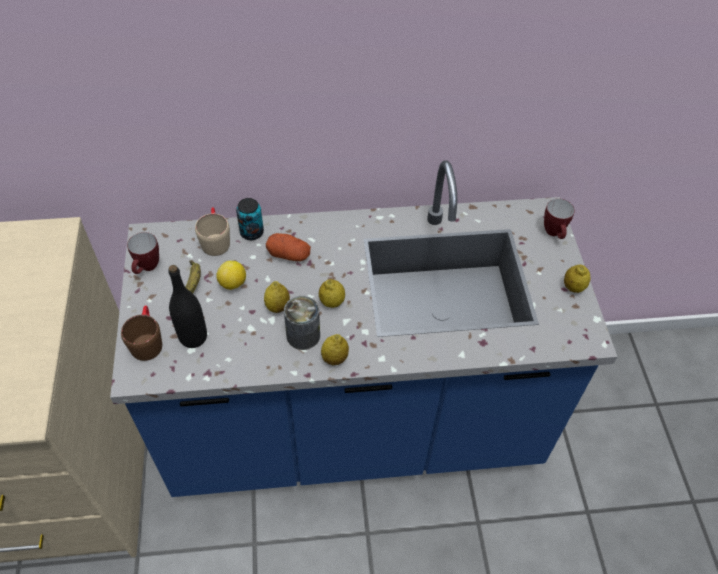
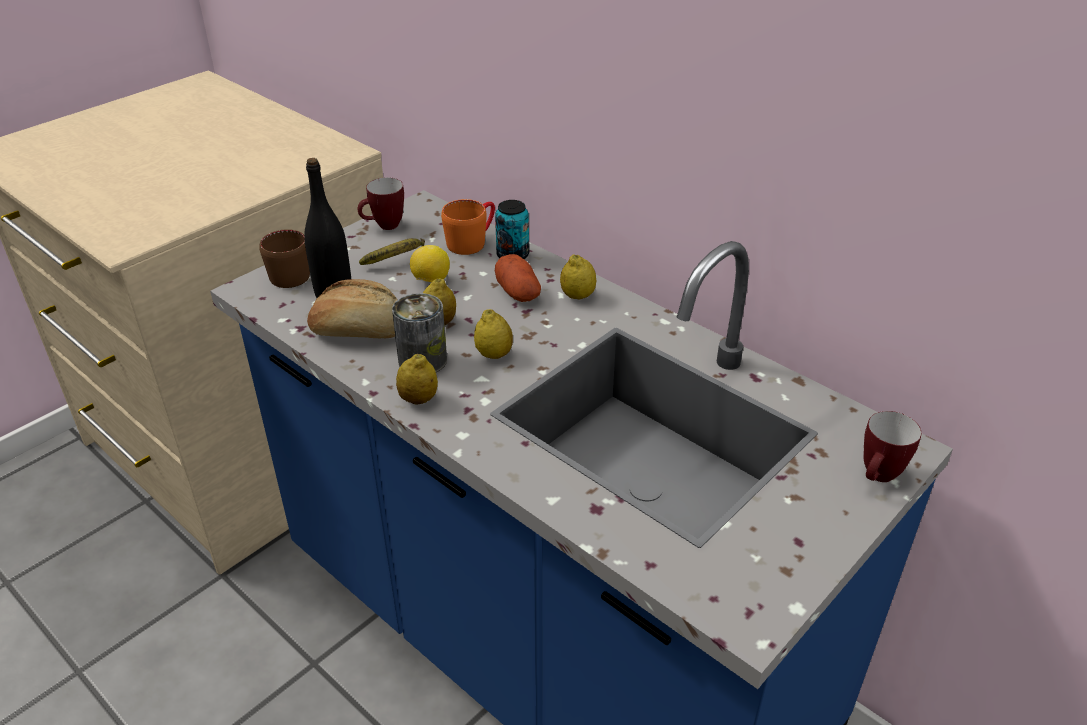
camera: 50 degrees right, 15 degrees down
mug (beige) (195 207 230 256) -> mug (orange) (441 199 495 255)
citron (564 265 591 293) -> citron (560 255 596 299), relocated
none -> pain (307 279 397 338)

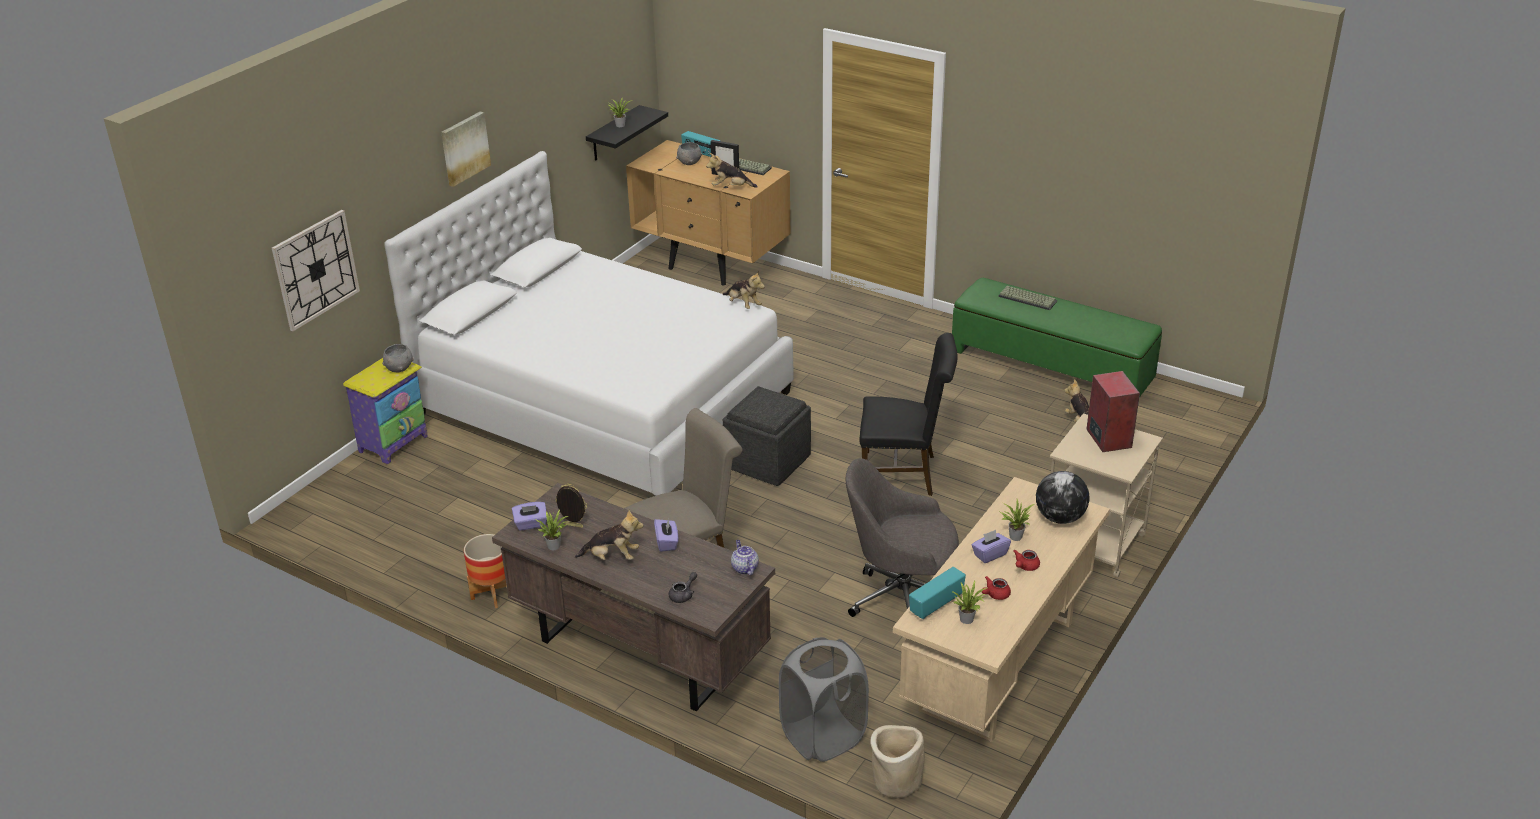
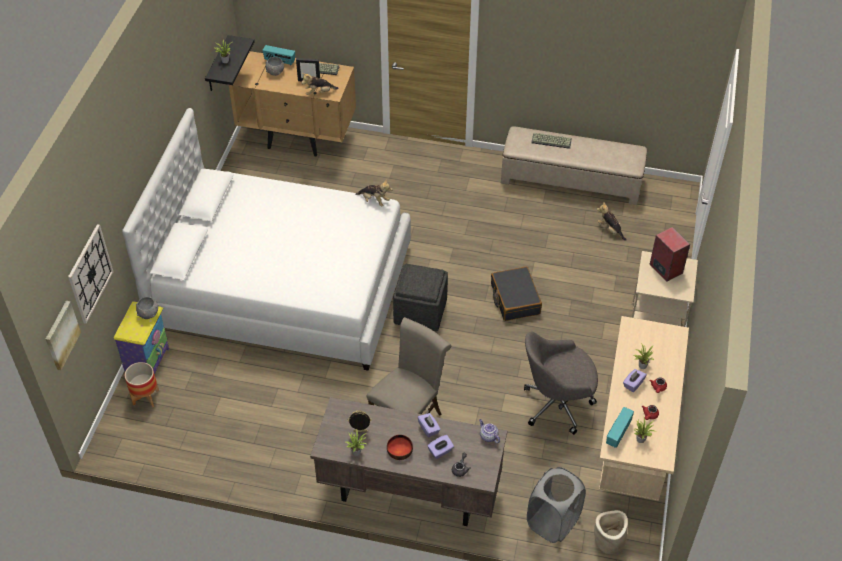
camera: 20 degrees left, 15 degrees up
tableau (441 111 491 187) -> tableau (46 301 81 370), relocated
banc (vert) (952 278 1162 398) -> banc (beige) (501 126 647 205)
chaise (noir) (859 333 957 496) -> valise (noir) (491 267 542 321)
globe (1036 471 1089 524) -> none
boîte à mouchoirs (violet) (512 502 547 531) -> boîte à mouchoirs (violet) (427 435 454 459), relocated
peluche (575 510 644 560) -> bol (387 435 413 460)
cache-pot (464 534 507 608) -> cache-pot (125 362 159 407), relocated

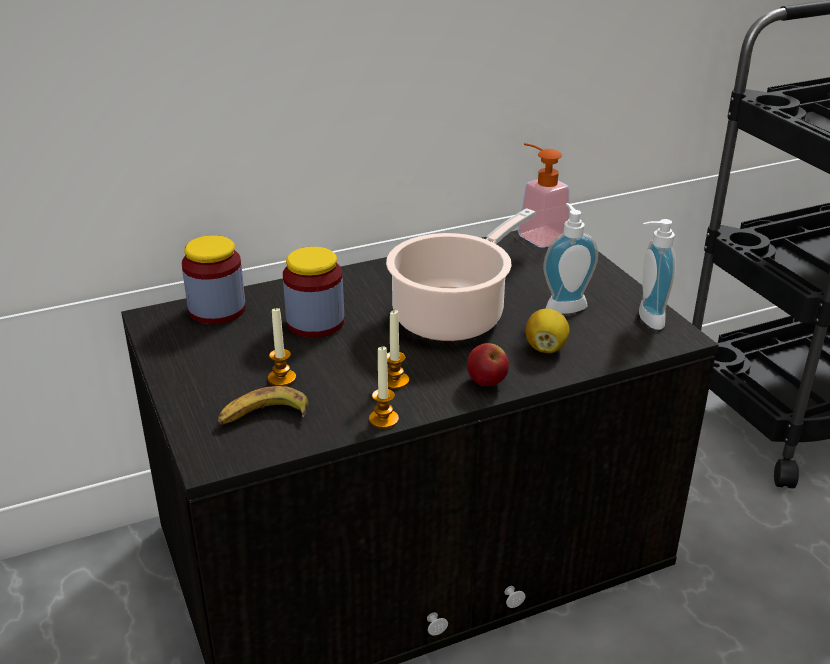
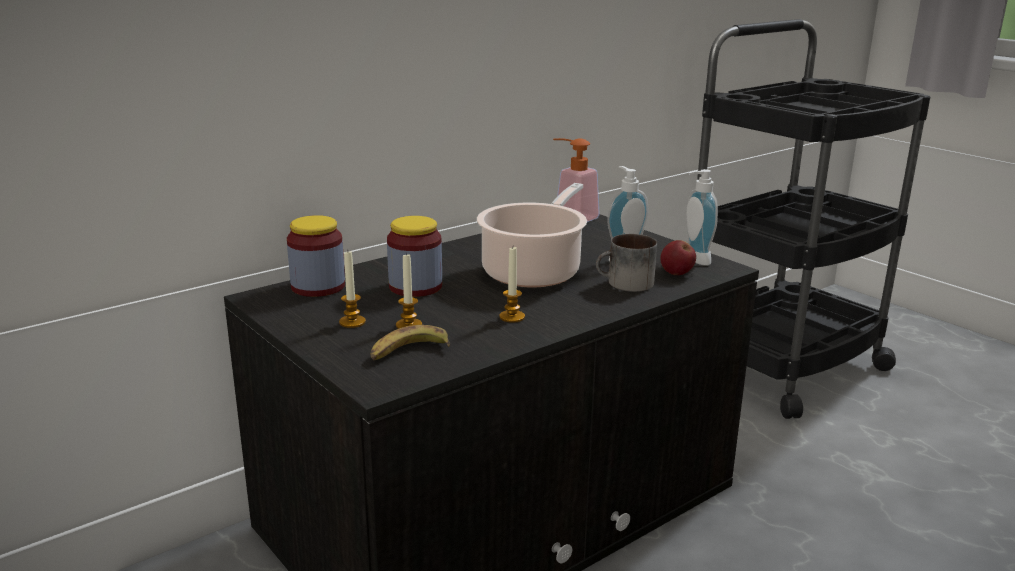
camera: 15 degrees left, 10 degrees down
citron (526 308 570 353) -> mug (596 234 657 292)
pomme (467 343 509 386) -> pomme (660 240 696 275), relocated
bougie (369 347 399 429) -> bougie (339 251 366 328), relocated

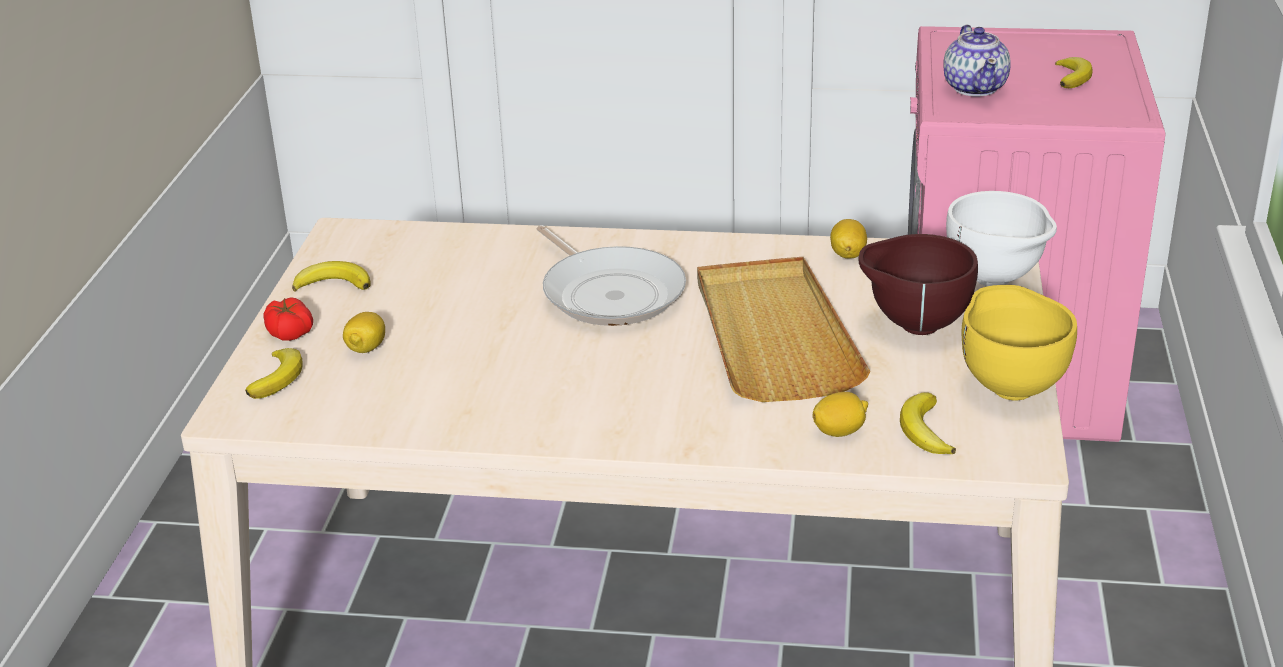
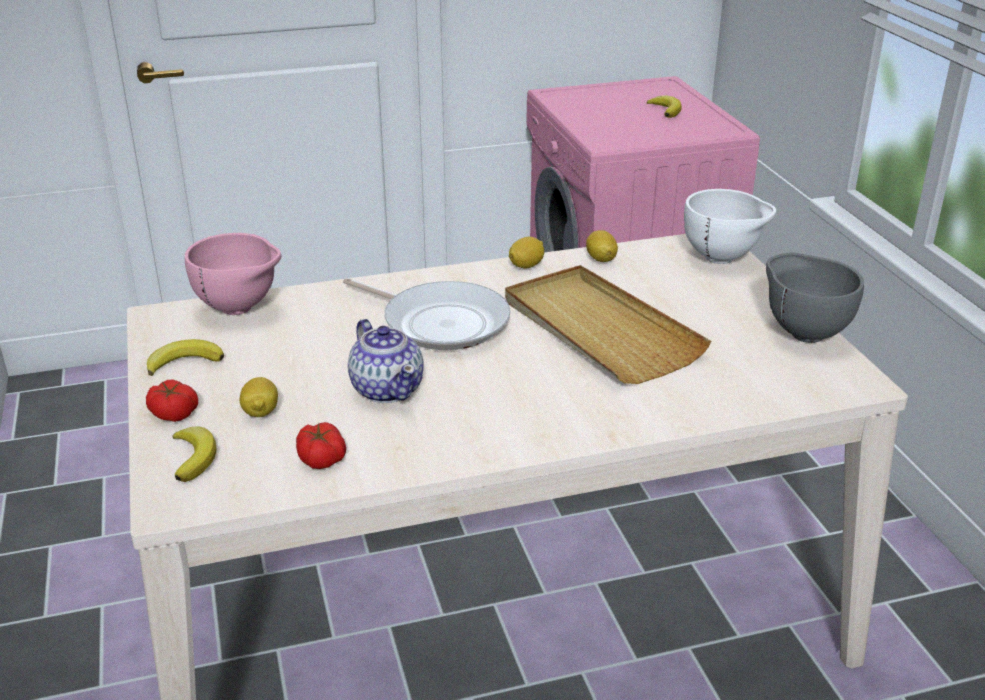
camera: 25 degrees left, 0 degrees up
théière (943 25 1011 96) -> théière (348 319 424 403), relocated
bol (marron) (859 234 978 335) -> none
bol (jaune) (962 285 1077 400) -> bol (gris) (766 253 864 343)
citron (812 392 868 437) -> citron (509 237 544 269), relocated
banane (900 393 956 454) -> none
none -> bol (rose) (185 233 281 315)
none -> tomate (296 422 346 469)

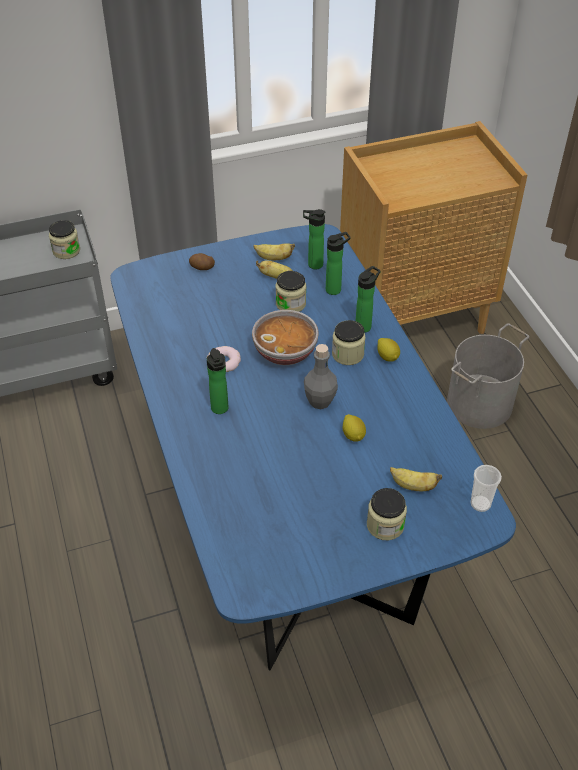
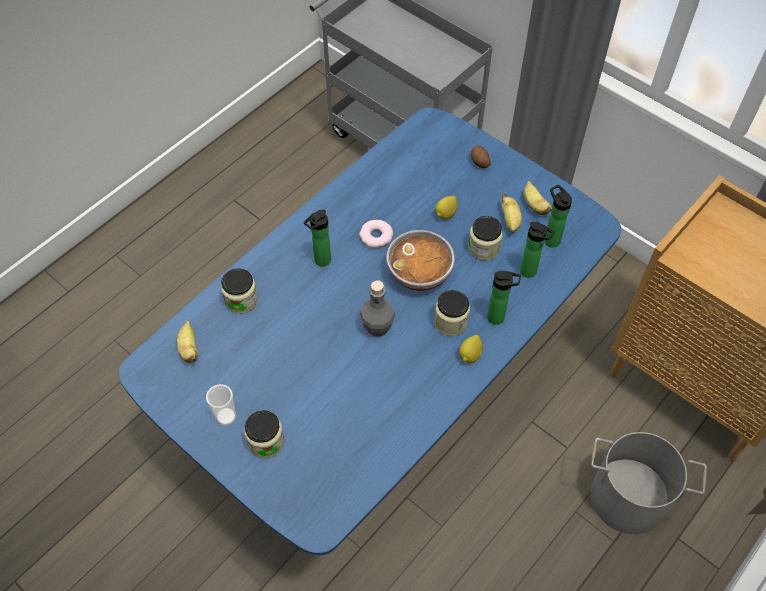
camera: 60 degrees right, 10 degrees up
bocal (49 220 80 259) -> bocal (221 269 258 314), relocated
citron (343 414 366 442) -> citron (435 196 458 220), relocated
tasse (470 465 502 512) -> tasse (206 384 236 425), relocated
banane (390 467 442 491) -> banane (177 321 198 363), relocated

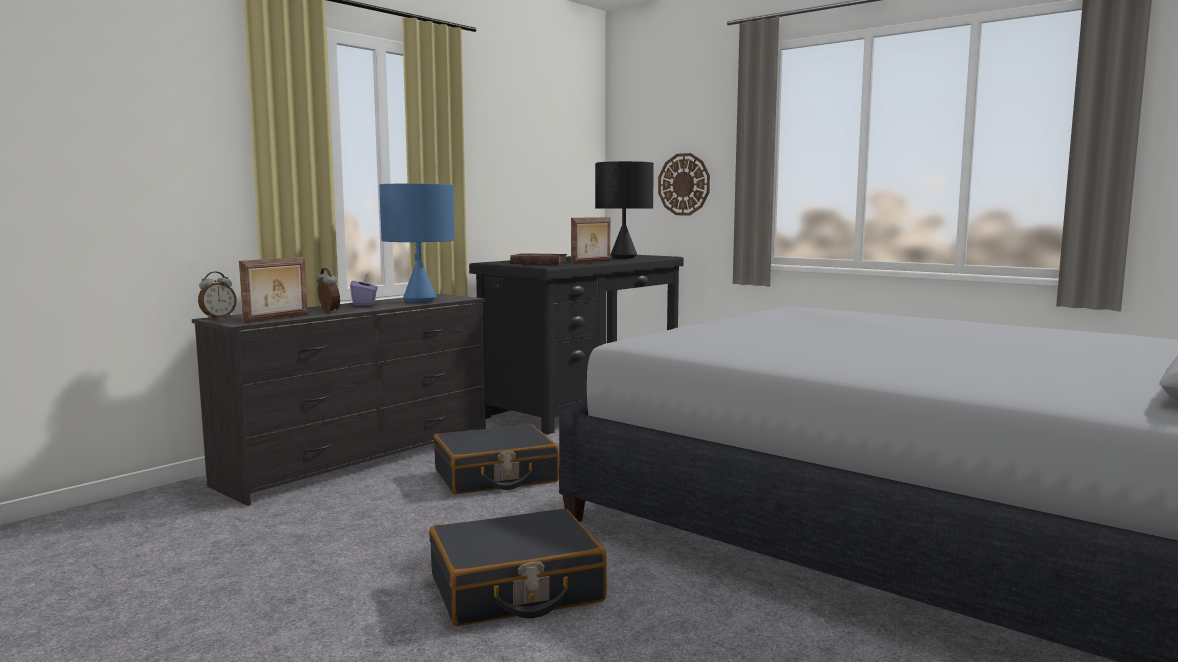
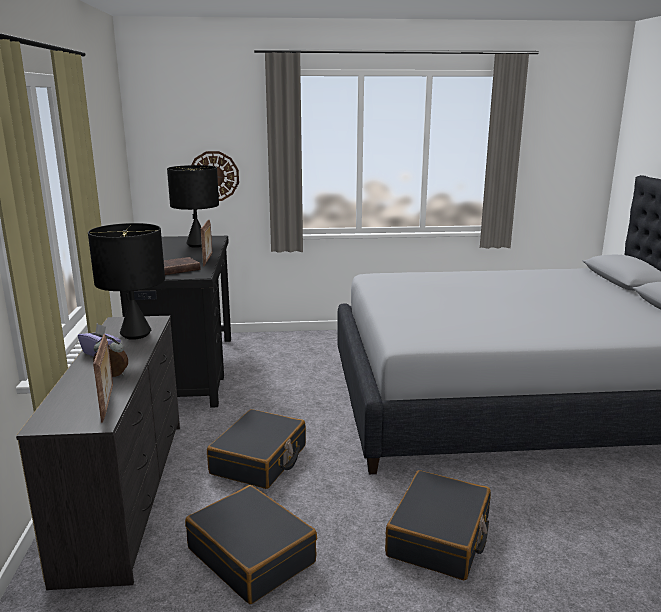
camera: 45 degrees left, 10 degrees up
lampe de table (bleu) (379 184 454 303) -> lampe de table (noir) (88 223 165 340)
réveil (198 272 237 319) -> none
none -> valise (noir) (185 485 317 604)

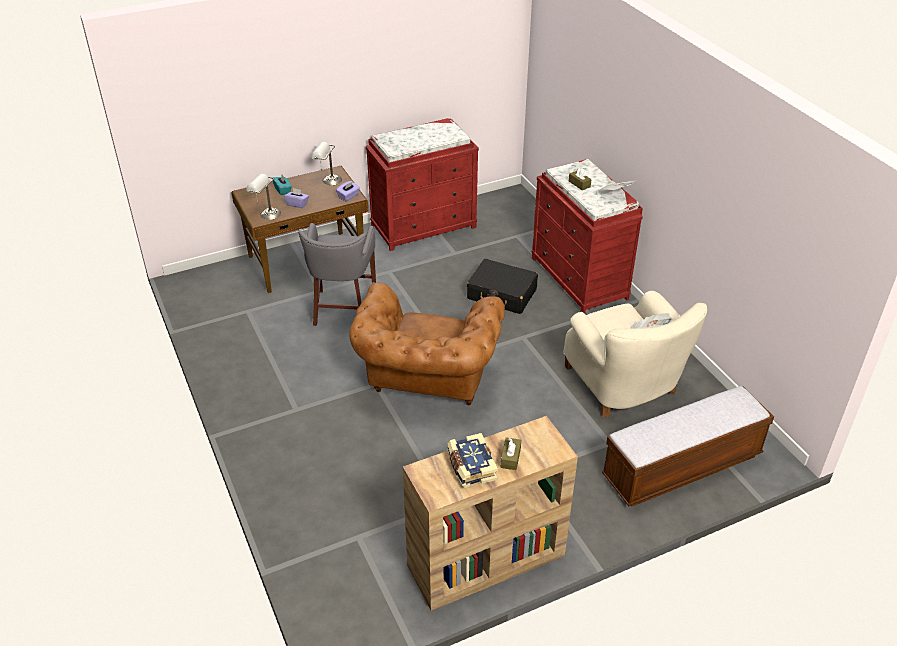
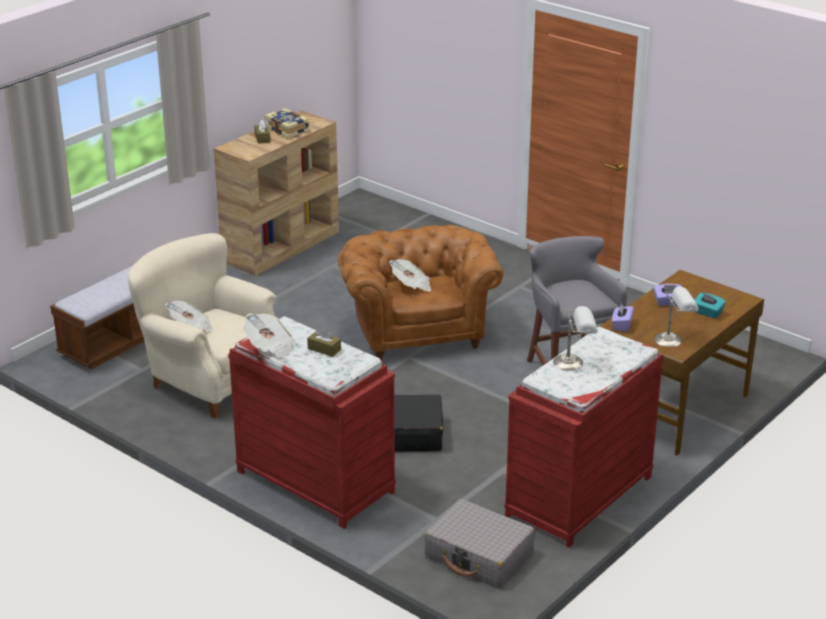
camera: 155 degrees right, 10 degrees down
lampe de table (blanc) (246 174 281 220) -> lampe de table (blanc) (553 306 598 370), relocated
none -> journal (389 259 431 292)
none -> valise (gris) (424 499 535 588)

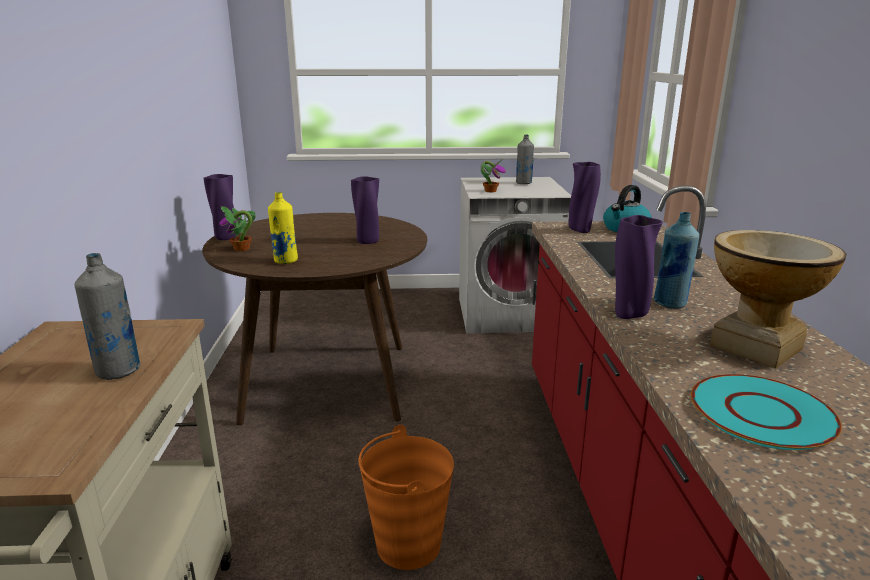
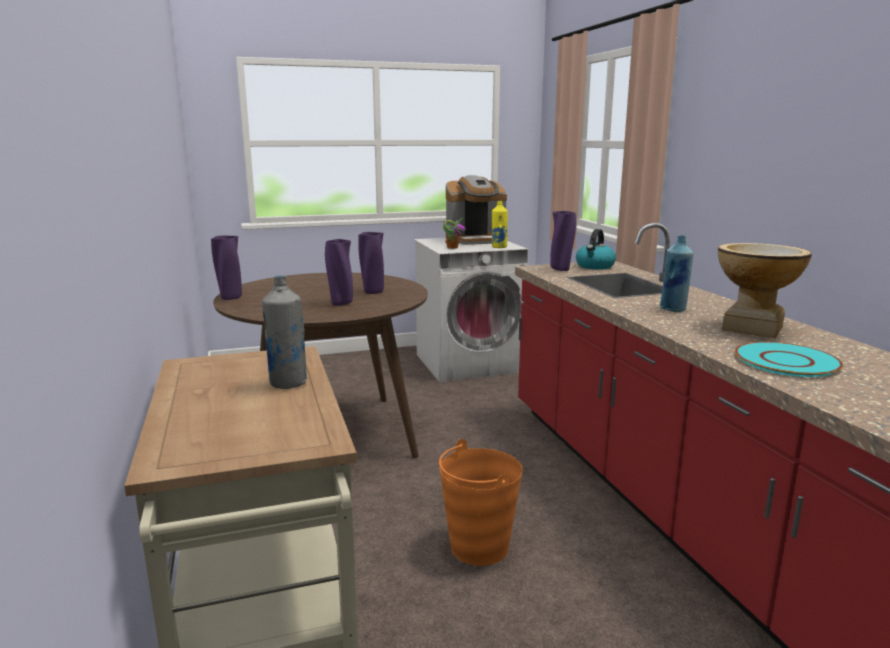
camera: 15 degrees left, 5 degrees down
bouteille (gris) (516 135 534 184) -> machine à café (446 175 507 245)
bouteille (jaune) (268 192 298 264) -> bouteille (jaune) (492 201 508 248), relocated
plante en pot (219 206 255 251) -> none
vase (violet) (615 215 663 319) -> vase (violet) (325 239 353 306), relocated

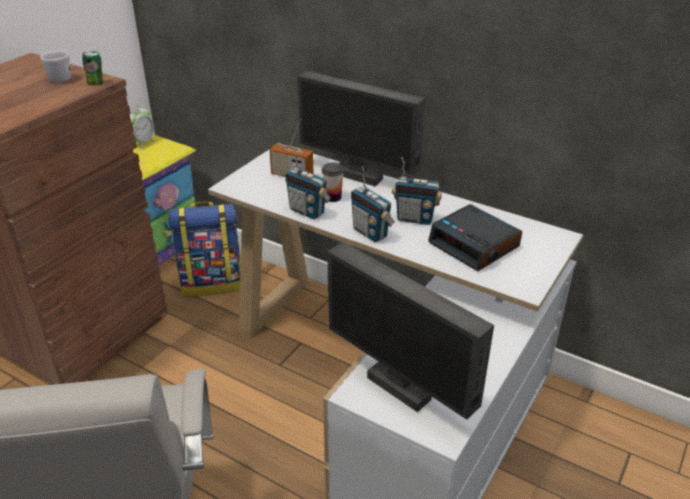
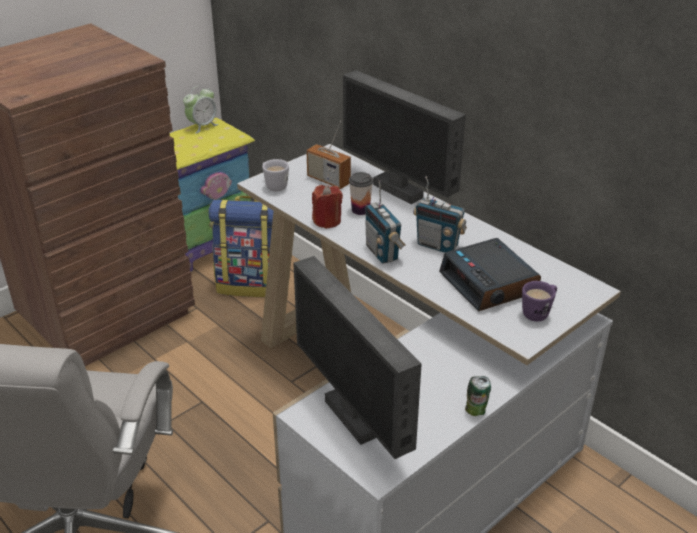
camera: 15 degrees right, 0 degrees up
mug (blanc) (40 51 71 83) -> mug (blanc) (262 159 289 192), relocated
boîte métallique (82 51 103 85) -> boîte métallique (465 376 491 416), relocated
radio (285 148 331 219) -> bougie (rouge) (312 185 343 229)
none -> mug (violet) (522 281 557 321)

